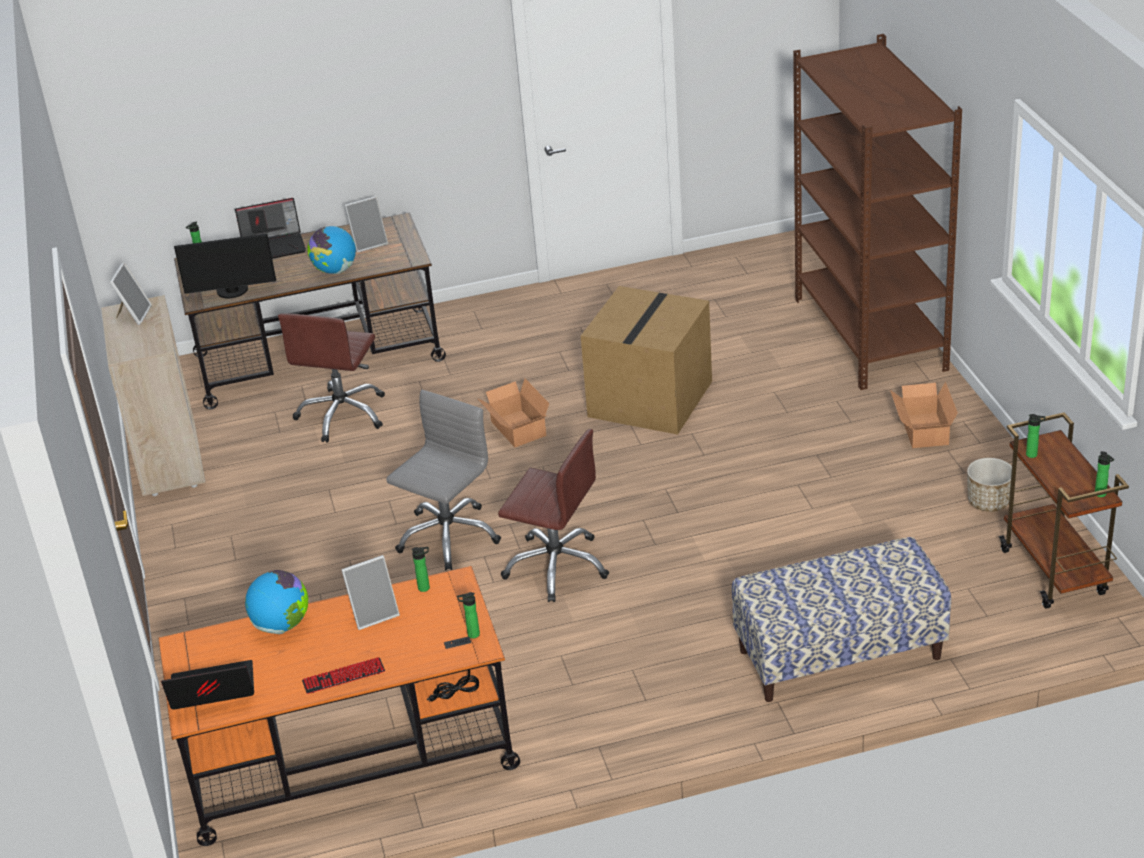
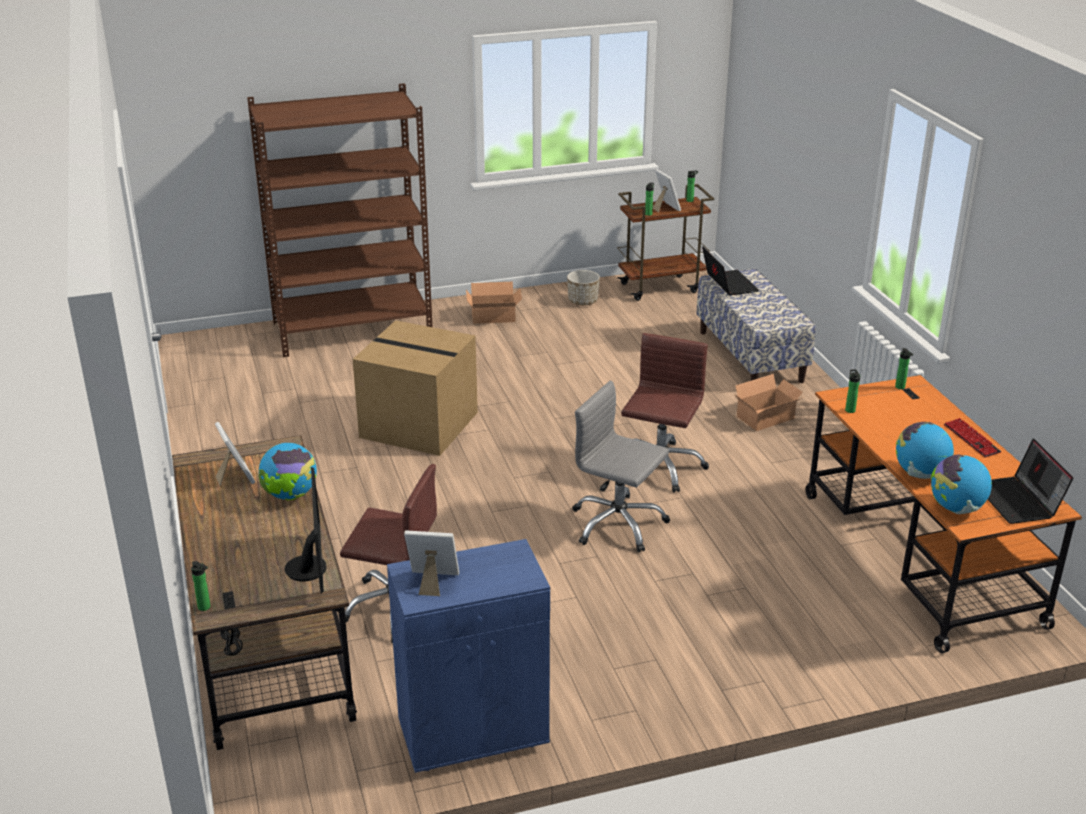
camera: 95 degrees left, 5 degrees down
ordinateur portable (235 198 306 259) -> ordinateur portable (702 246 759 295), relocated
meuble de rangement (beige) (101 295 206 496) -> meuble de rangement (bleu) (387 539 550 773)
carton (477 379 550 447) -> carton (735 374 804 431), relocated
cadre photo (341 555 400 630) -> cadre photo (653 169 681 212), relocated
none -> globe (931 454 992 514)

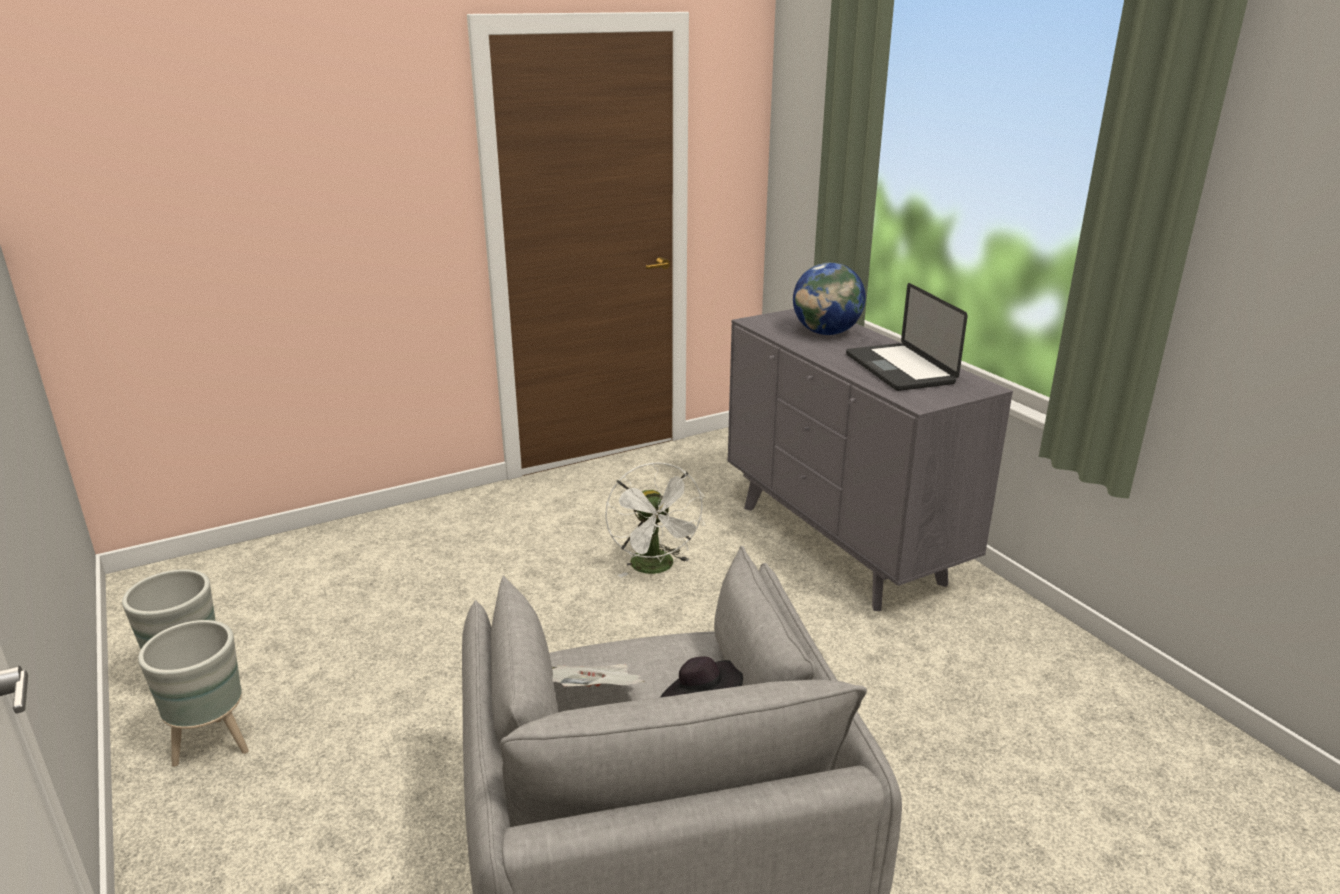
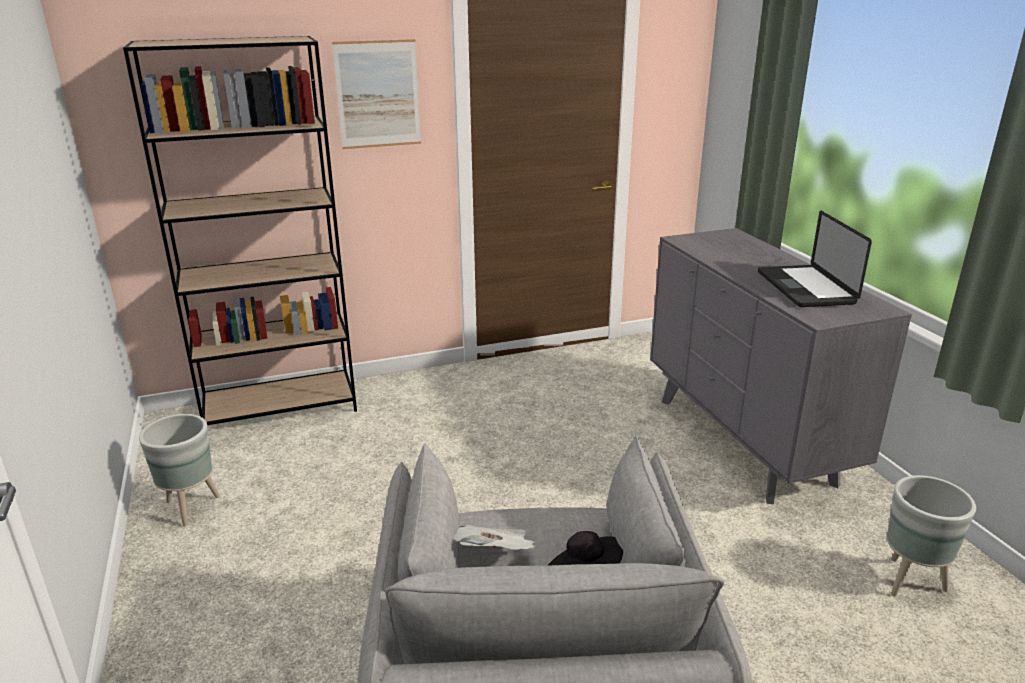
camera: 10 degrees right, 0 degrees up
globe (793 262 866 335) -> none
ventilateur (blanc) (605 462 705 577) -> none
cache-pot (gris) (138 620 249 767) -> cache-pot (gris) (887 475 976 597), relocated
none -> bibliothèque (beige) (123 36 357 425)
none -> tableau (332 39 421 149)

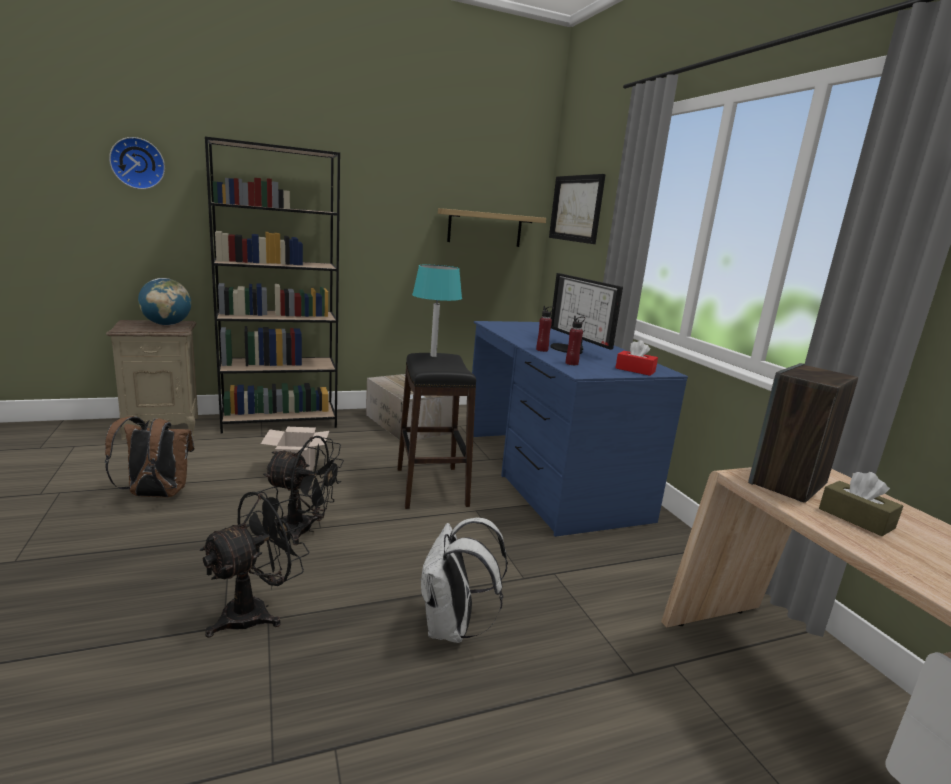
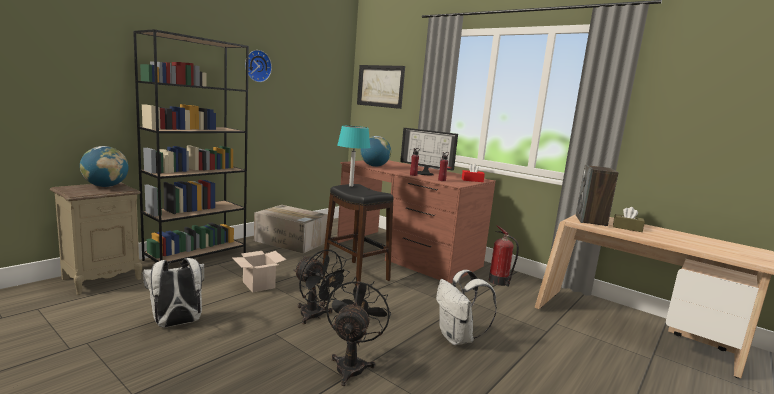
camera: 30 degrees left, 5 degrees down
horloge murale (109 137 165 189) -> horloge murale (245 50 272 82), relocated
étagère (438 208 546 247) -> none
bureau (bleu) (472 321 688 537) -> bureau (marron) (337 160 496 284)
sac à dos (marron) (105 416 194 497) -> sac à dos (blanc) (143 258 204 328)
ventilateur (noir) (263 436 344 545) -> ventilateur (noir) (294 249 350 324), 60 degrees clockwise
none -> globe (361 136 391 167)
none -> extincteur (489 225 519 287)

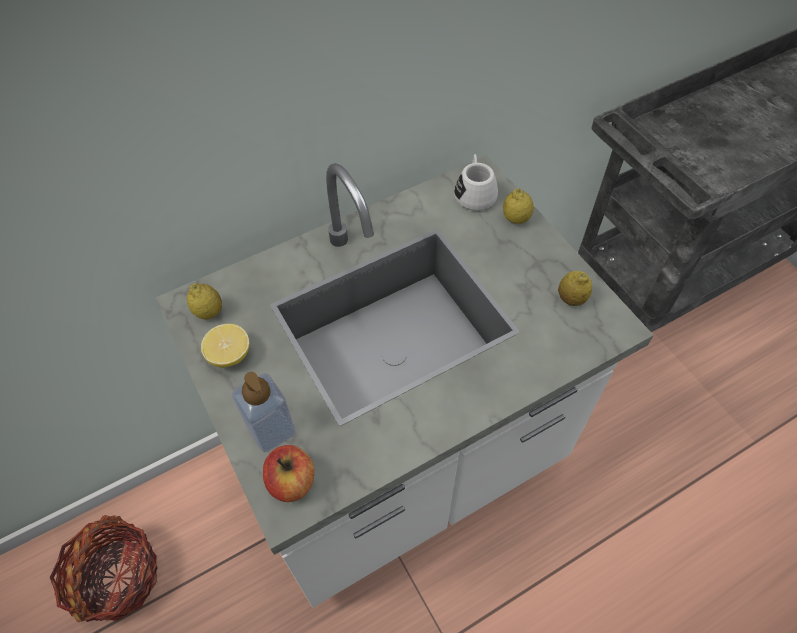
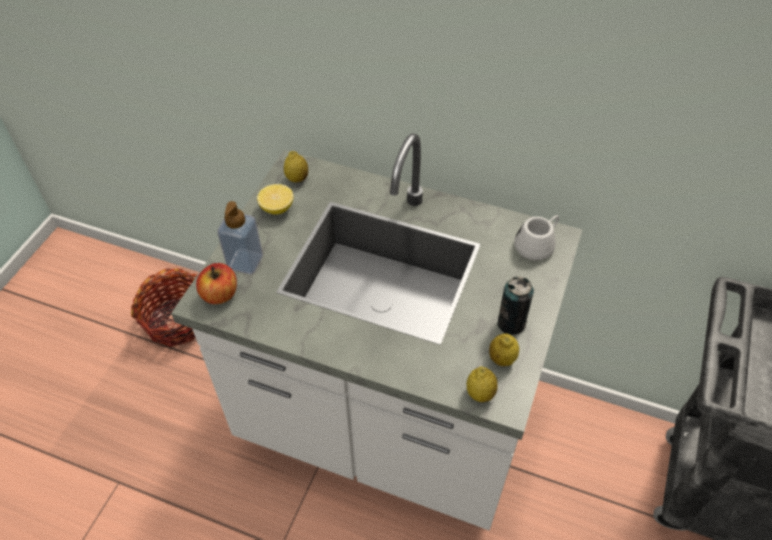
camera: 50 degrees right, 5 degrees down
citron (503 188 534 224) -> citron (466 366 498 402), relocated
none -> boîte métallique (498 276 534 335)

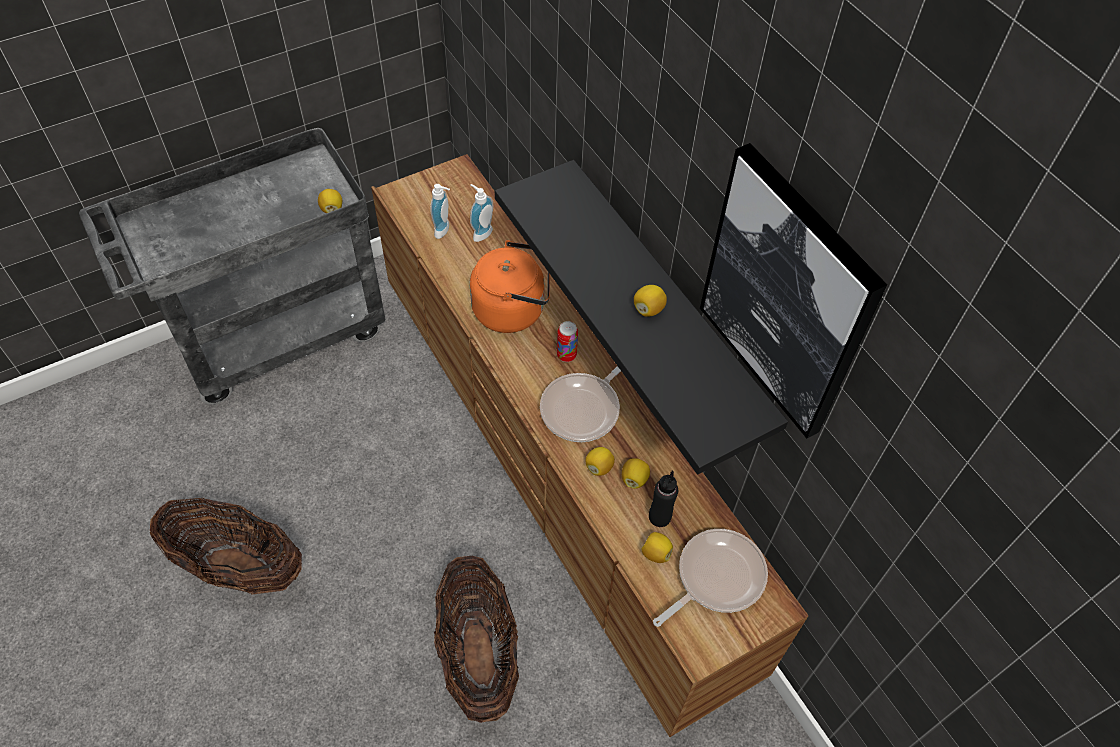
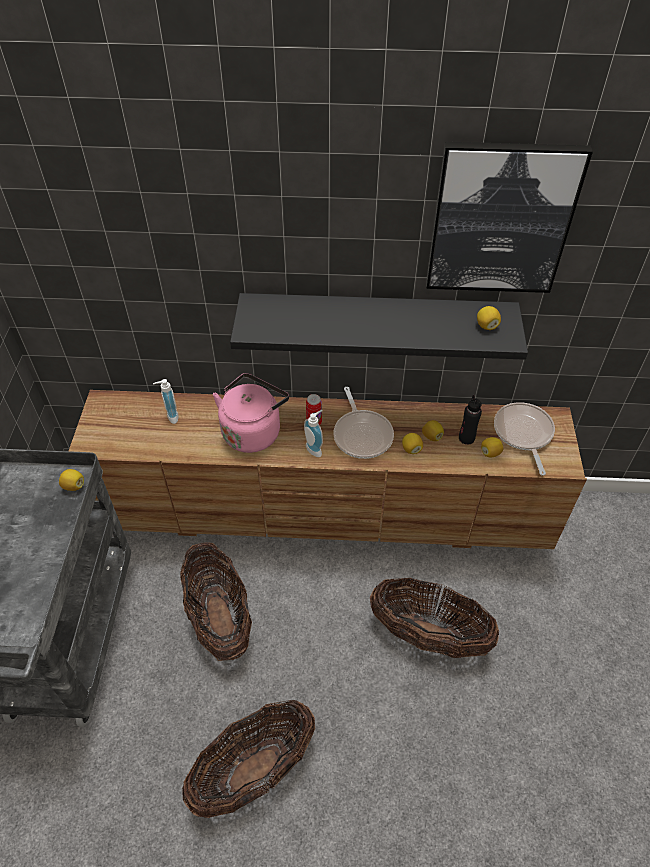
camera: 55 degrees left, 5 degrees down
distributeur de savon (431 184 450 239) -> distributeur de savon (304 410 323 457), relocated
bouilloire (orange) (470 240 550 333) -> bouilloire (rose) (213 373 289 453)
citron (634 285 667 317) -> citron (477 306 501 330), relocated
none -> panier (180 542 252 661)

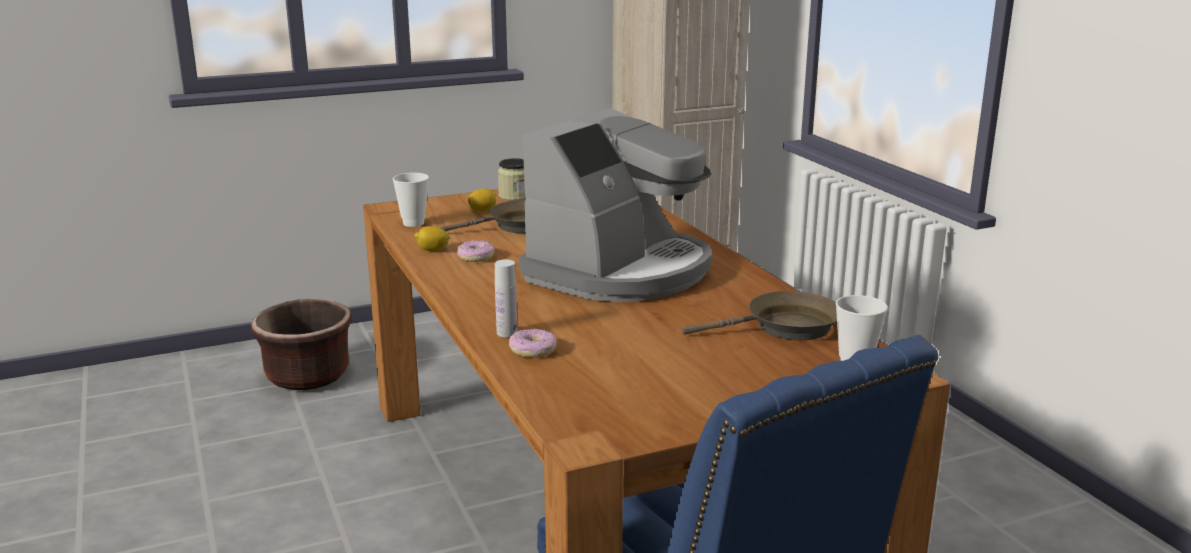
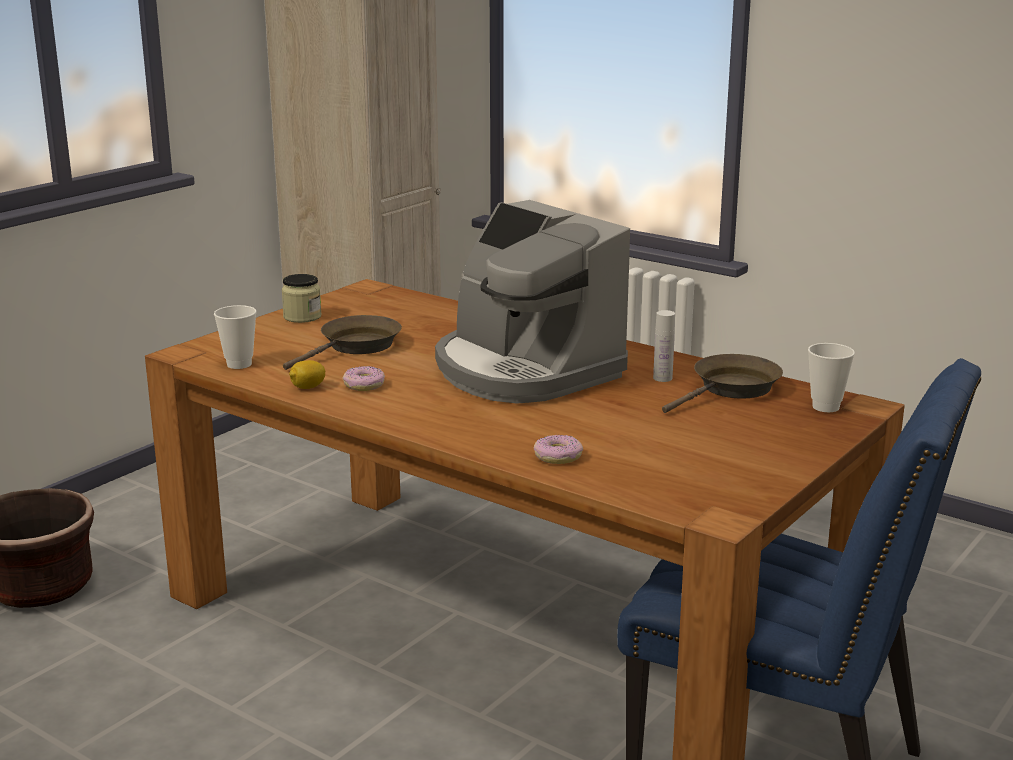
camera: 30 degrees left, 0 degrees up
machine à café (519 108 712 302) -> machine à café (435 200 630 404), 135 degrees clockwise
citron (468 189 496 212) -> none
bouteille (blanc) (495 259 517 337) -> bouteille (blanc) (653 310 675 382), relocated

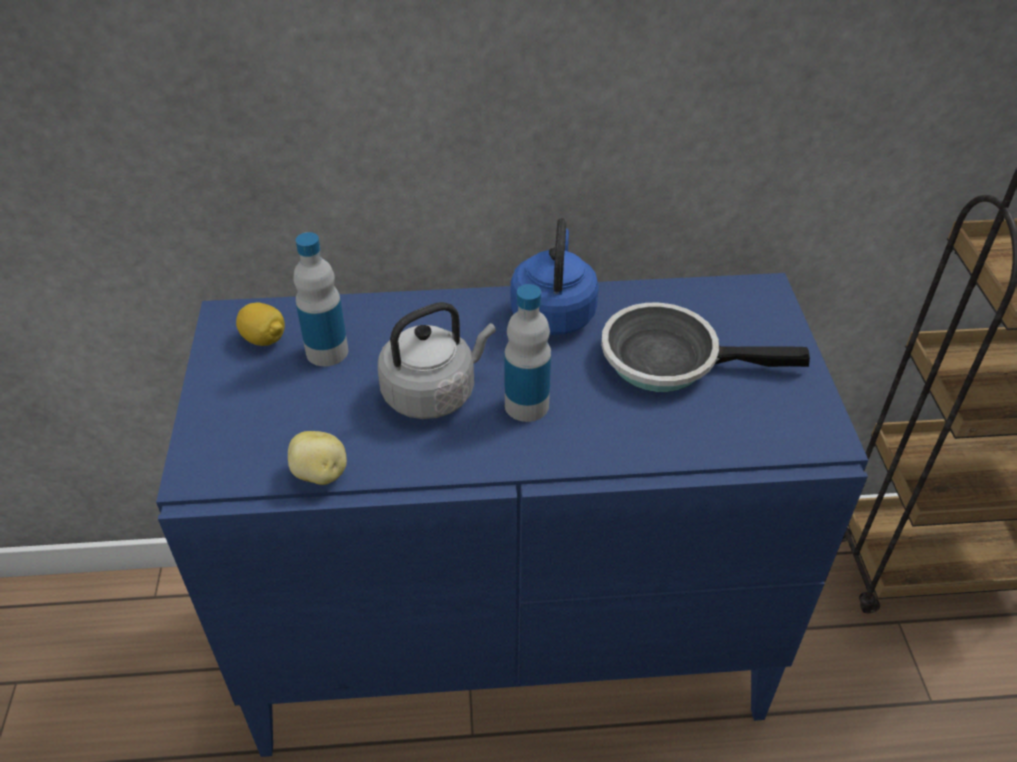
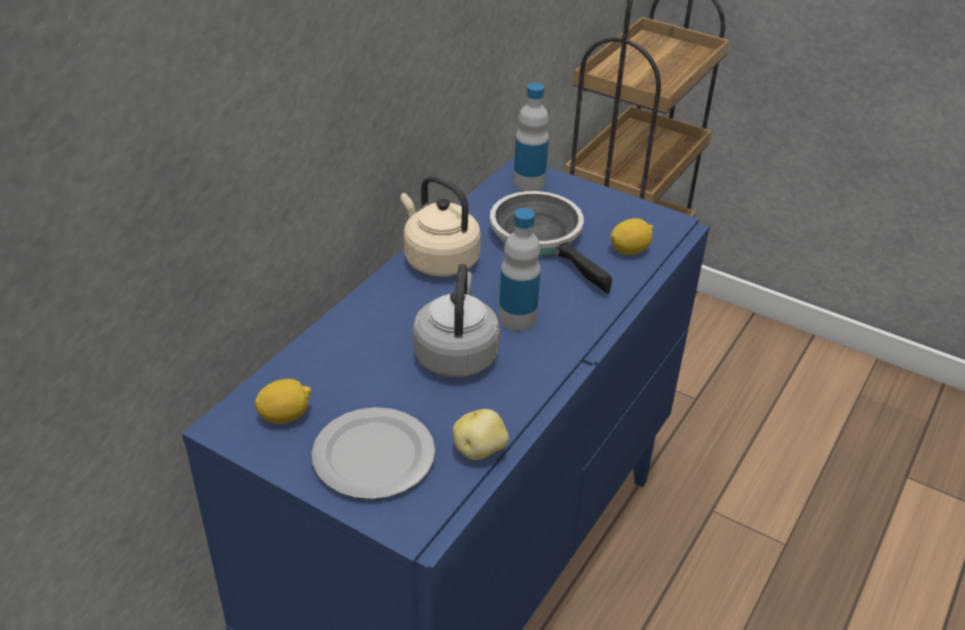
camera: 55 degrees left, 5 degrees down
bouilloire (bleu) (511 218 599 335) -> bouilloire (beige) (400 176 481 277)
bouteille (294 232 348 366) -> bouteille (513 83 549 191), relocated
poêle (601 303 810 392) -> poêle (490 191 612 294), 105 degrees clockwise
none -> citron (610 218 653 255)
none -> assiette (312 407 435 499)

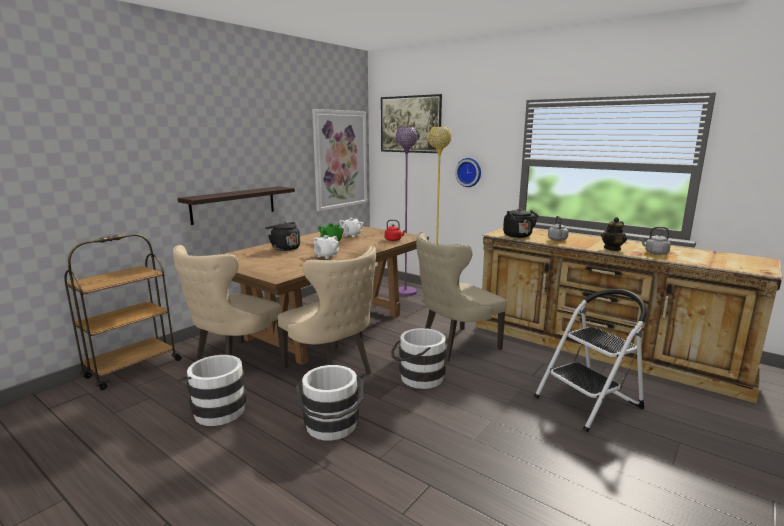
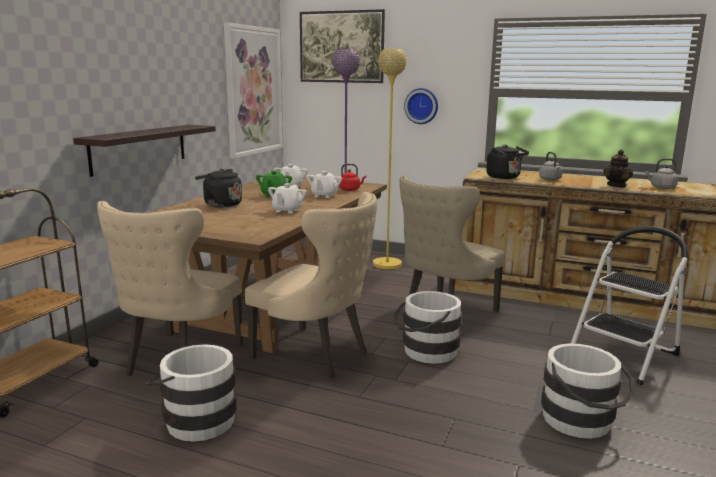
camera: 15 degrees left, 0 degrees up
seau (blanc) (296 365 363 440) -> seau (blanc) (541 344 635 438), relocated
none -> théière (blanc) (307 171 342 198)

